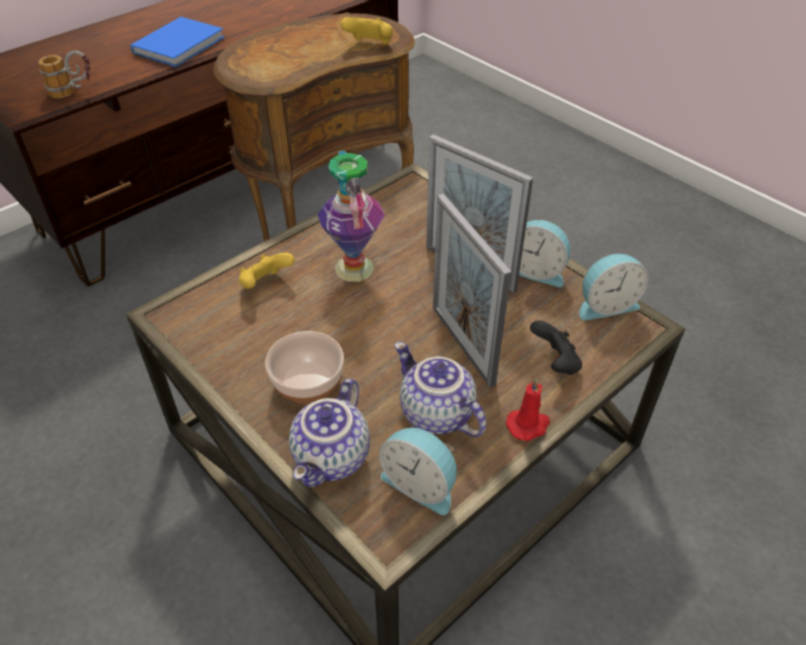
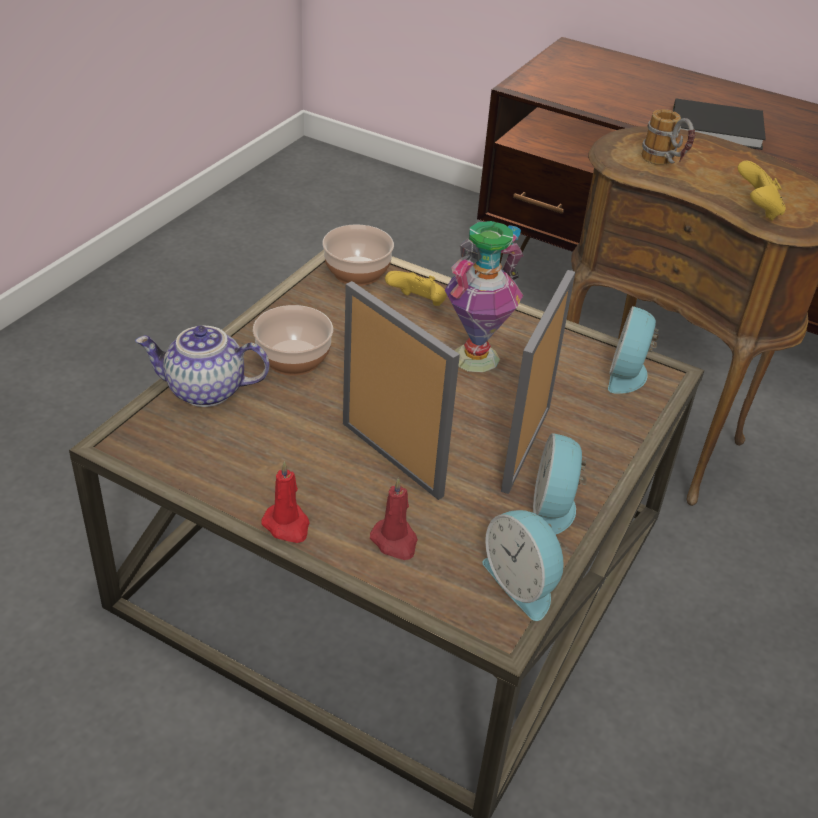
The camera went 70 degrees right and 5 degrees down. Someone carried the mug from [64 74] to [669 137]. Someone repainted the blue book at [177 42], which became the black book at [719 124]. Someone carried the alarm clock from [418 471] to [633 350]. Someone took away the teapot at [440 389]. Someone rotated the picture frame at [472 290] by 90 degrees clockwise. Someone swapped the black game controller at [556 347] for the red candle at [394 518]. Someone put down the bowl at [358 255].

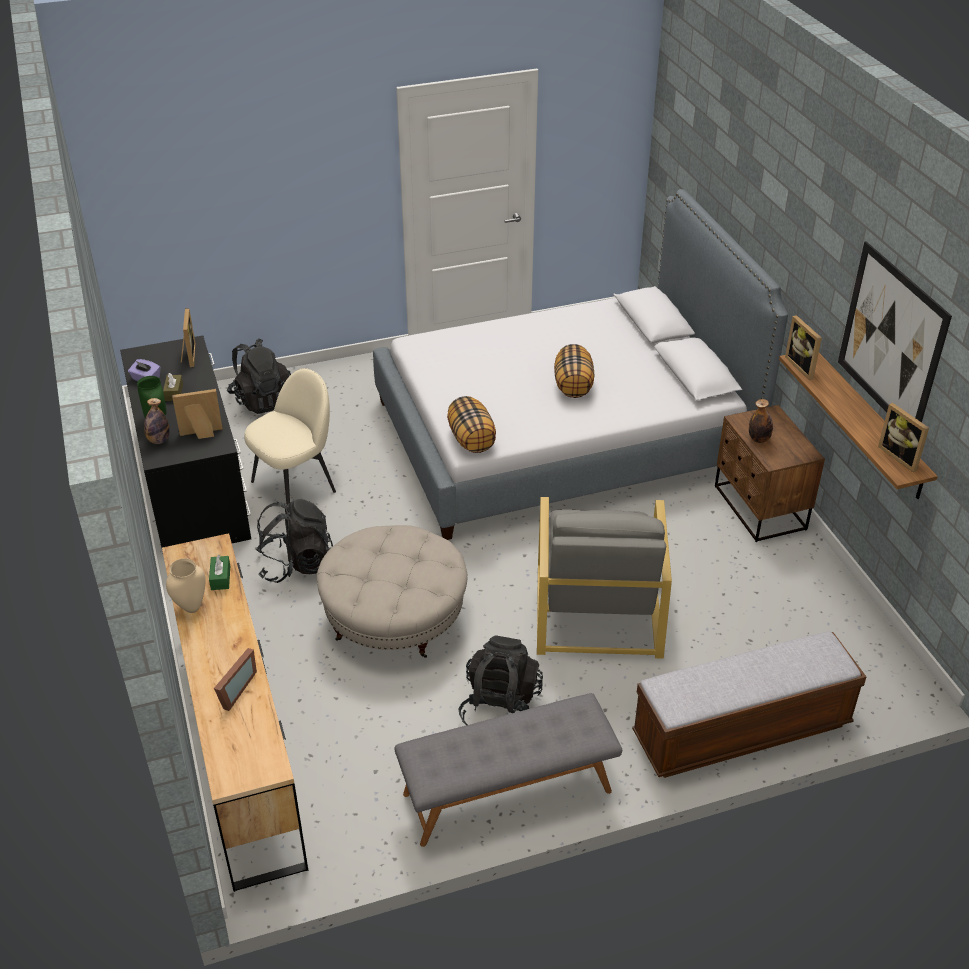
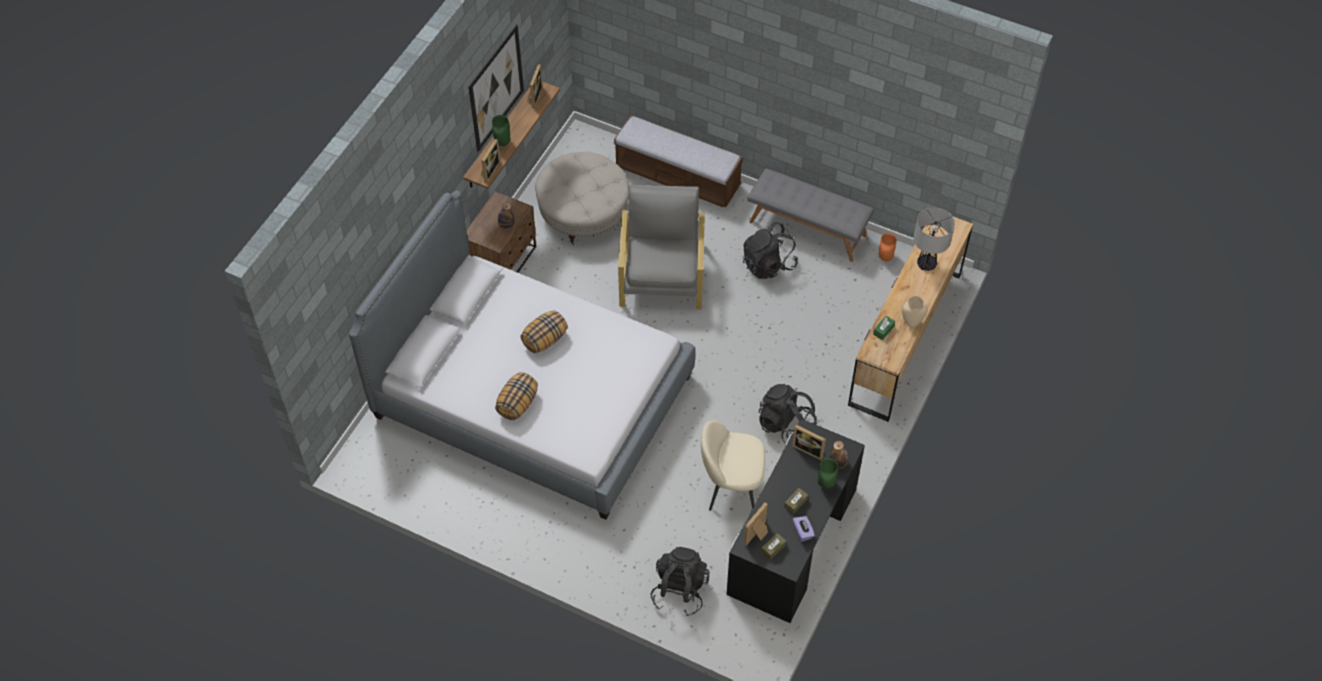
The camera went 135 degrees left and 15 degrees up. Someone swapped the picture frame at [235 679] for the table lamp at [934 239]. Someone carried the beige ottoman from [392 591] to [582 198]. Someone carried the pillow from [471 424] to [516 396]. Someone rotated the grey armchair at [604 578] by 45 degrees counterclockwise. Someone put down the green vase at [501 130]. Someone put down the brown tissue box at [773 546]. Someone put down the orange vase at [887 247].

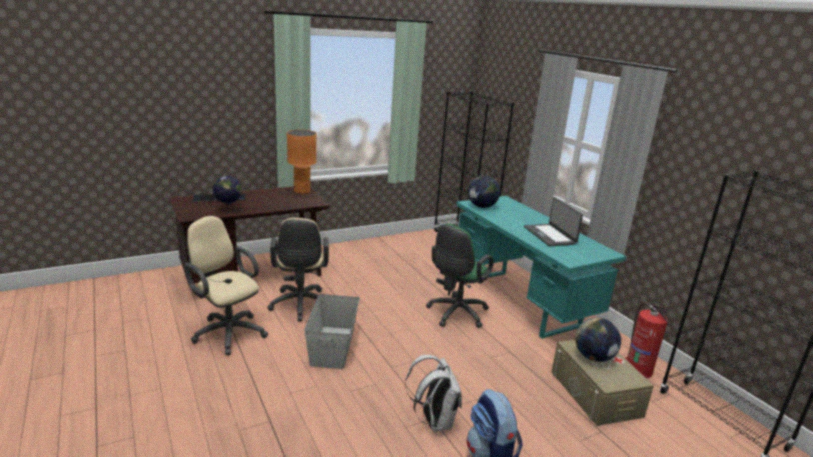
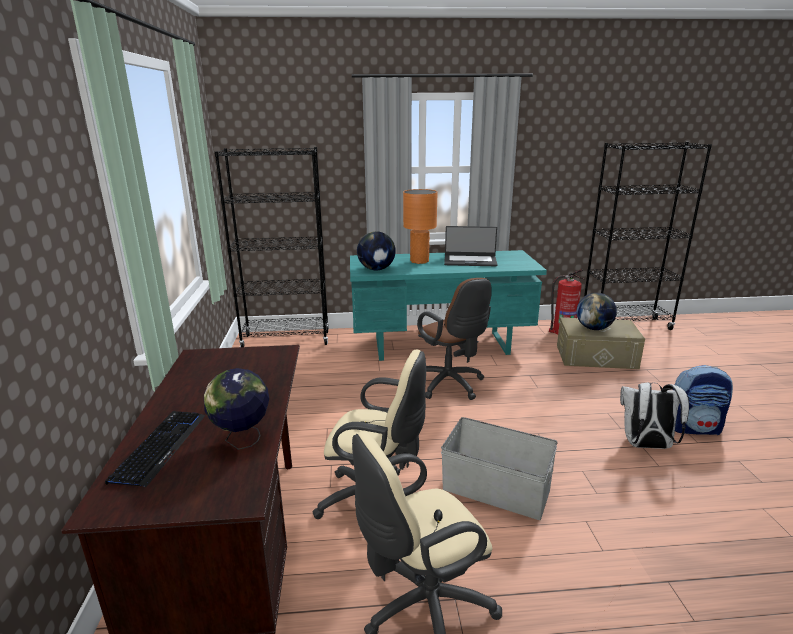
The camera went 65 degrees left and 0 degrees up. Someone carried the orange table lamp from [302 162] to [420 226]. Someone repainted the green office chair at [460 276], which became the brown office chair at [454 339].

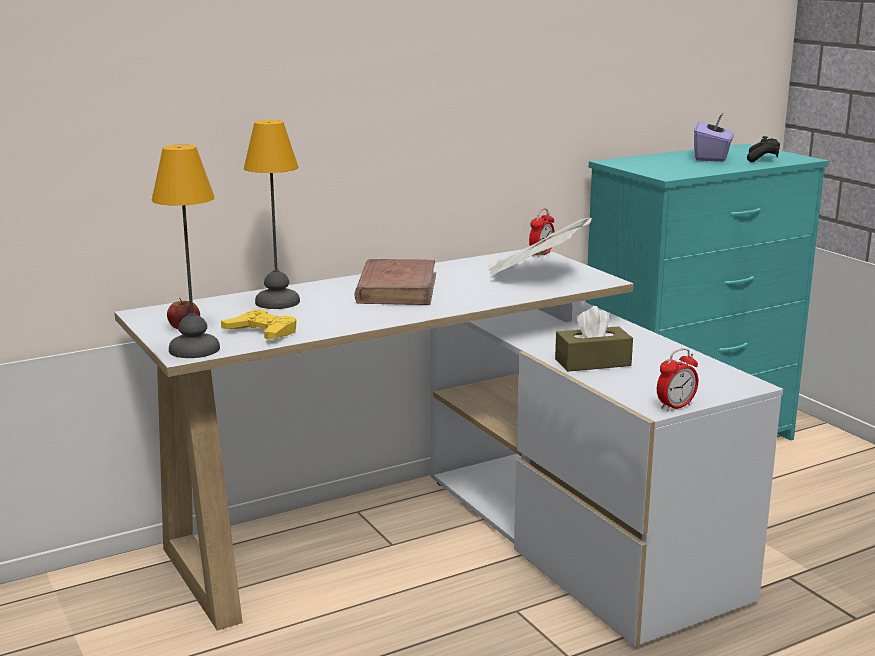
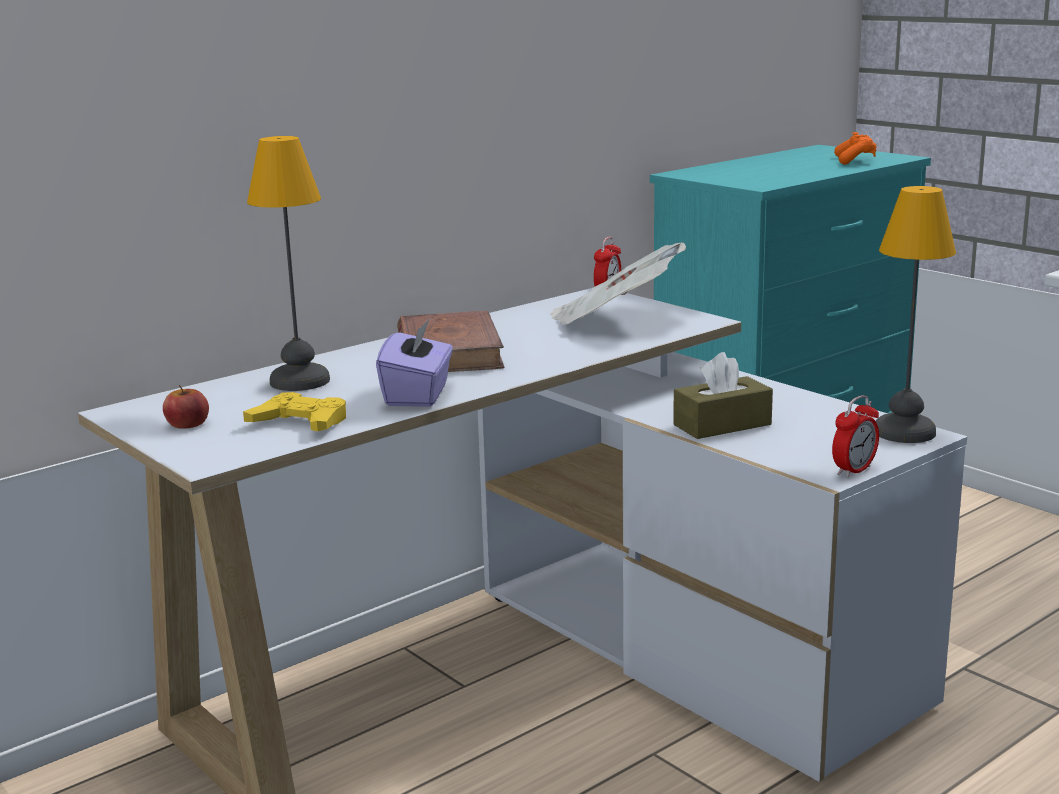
The camera went 10 degrees left and 0 degrees up. Someone carried the table lamp from [186 251] to [916 314]. Someone carried the purple tissue box from [714 137] to [414 362]. Someone repainted the black game controller at [763 149], which became the orange game controller at [855 148].

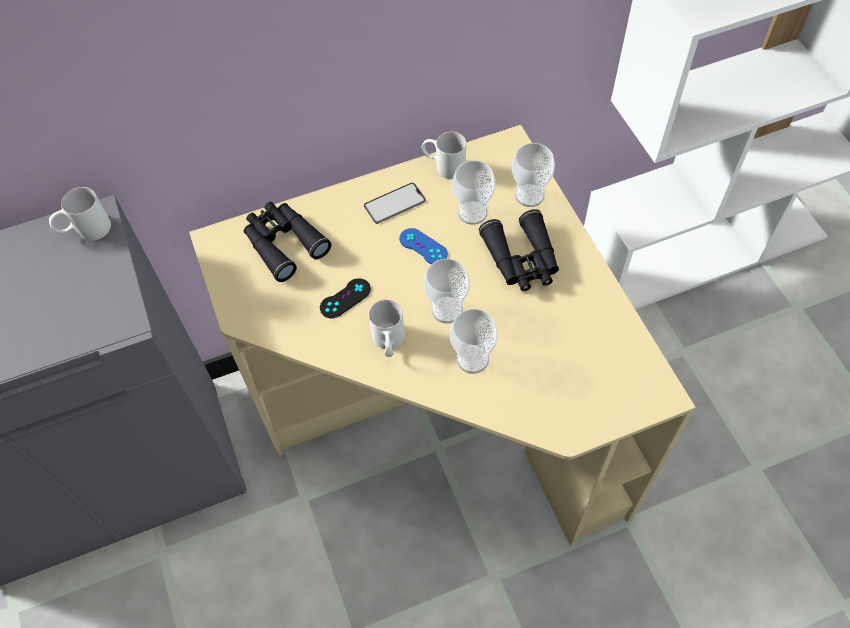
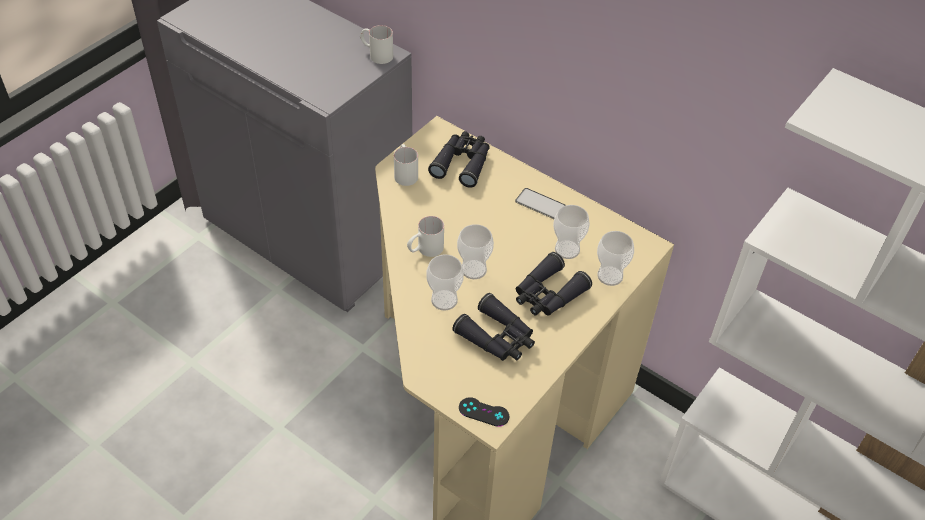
The camera went 55 degrees right and 10 degrees down. Someone carried the black game controller from [345 298] to [484 412]. Someone took away the blue game controller at [423 246]. Someone carried the white mug from [443 155] to [406 165]. Someone put down the black binoculars at [493 327].

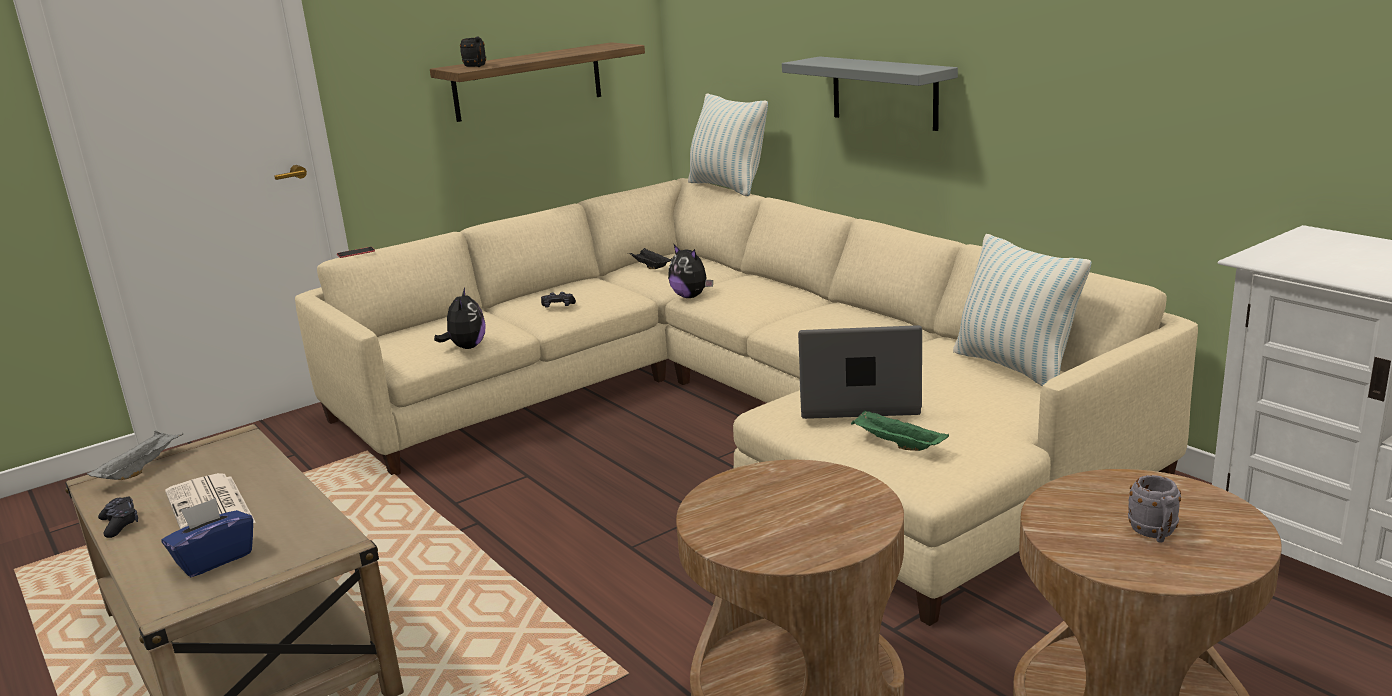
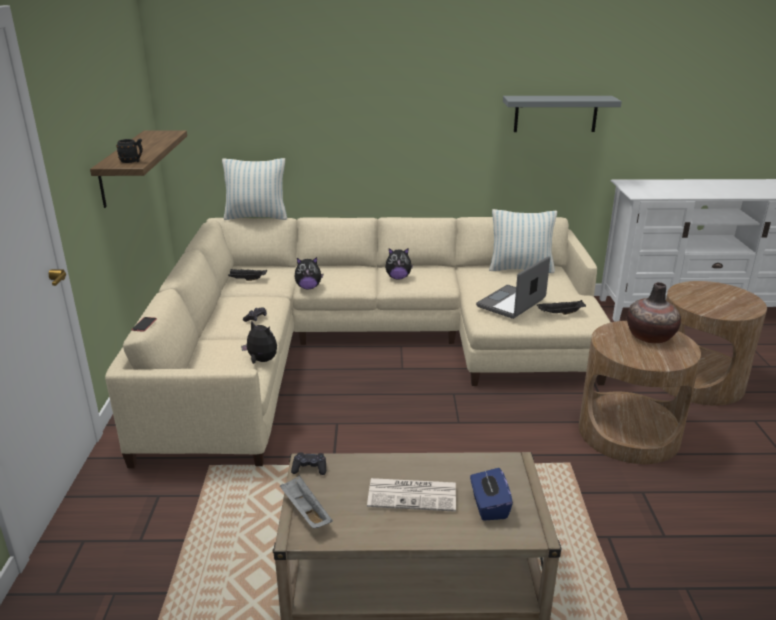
The camera went 55 degrees left and 5 degrees up. Someone carried the black game controller from [118 517] to [308 463]. Someone carried the grey shelf from [870 93] to [562 114]. Someone repainted the green tray at [900 430], which became the black tray at [561 307]. Someone took away the grey mug at [1154 509]. Someone put down the plush toy at [399 264]. Someone put down the vase at [654 312].

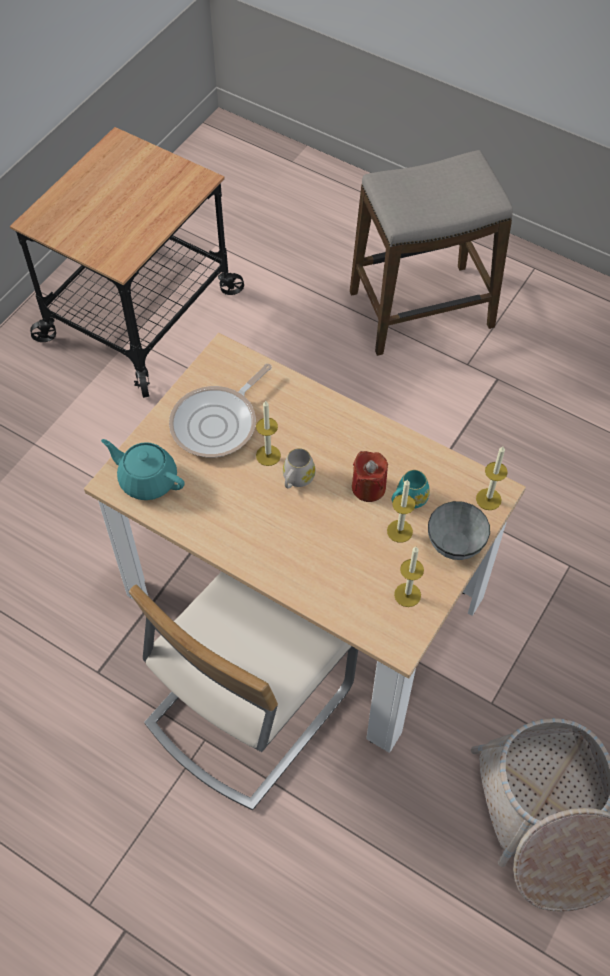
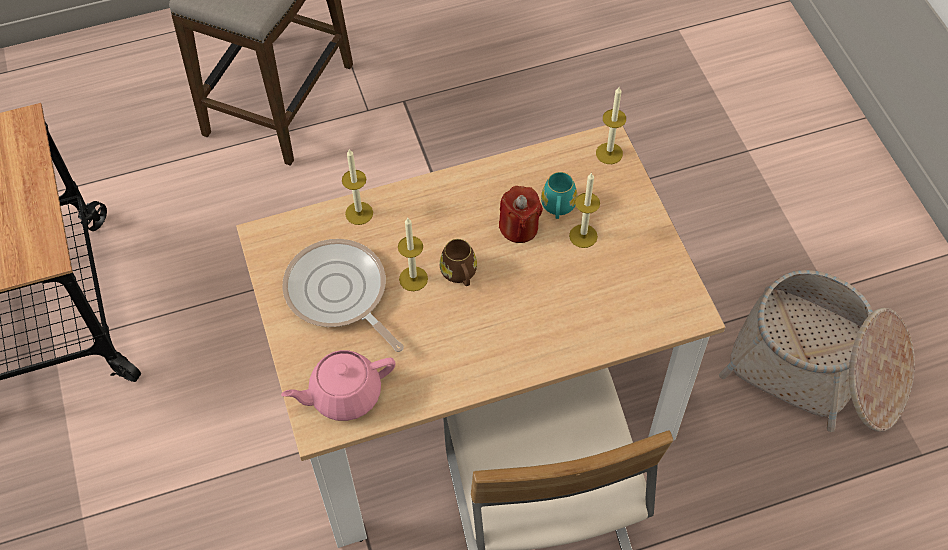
The camera went 50 degrees left and 0 degrees up. Someone repainted the turquoise teapot at [143 469], which became the pink teapot at [338 385]. Someone rotated the frying pan at [220 411] by 150 degrees clockwise. Someone repainted the white mug at [299 468], which became the brown mug at [458 262]. Someone carried the candle from [409 577] to [357 187]. Someone took away the grey bowl at [459 530].

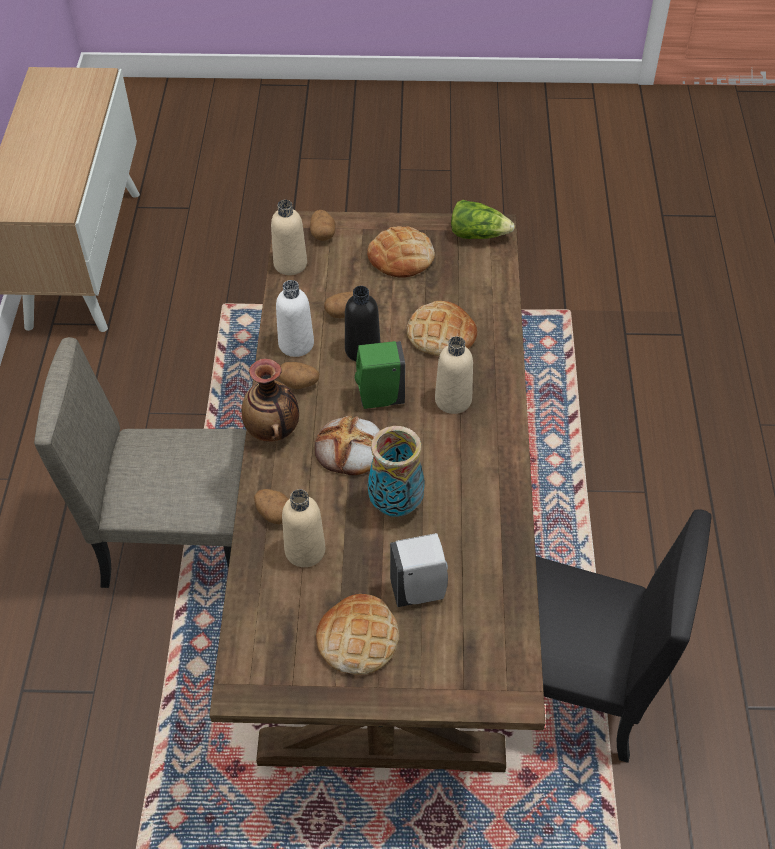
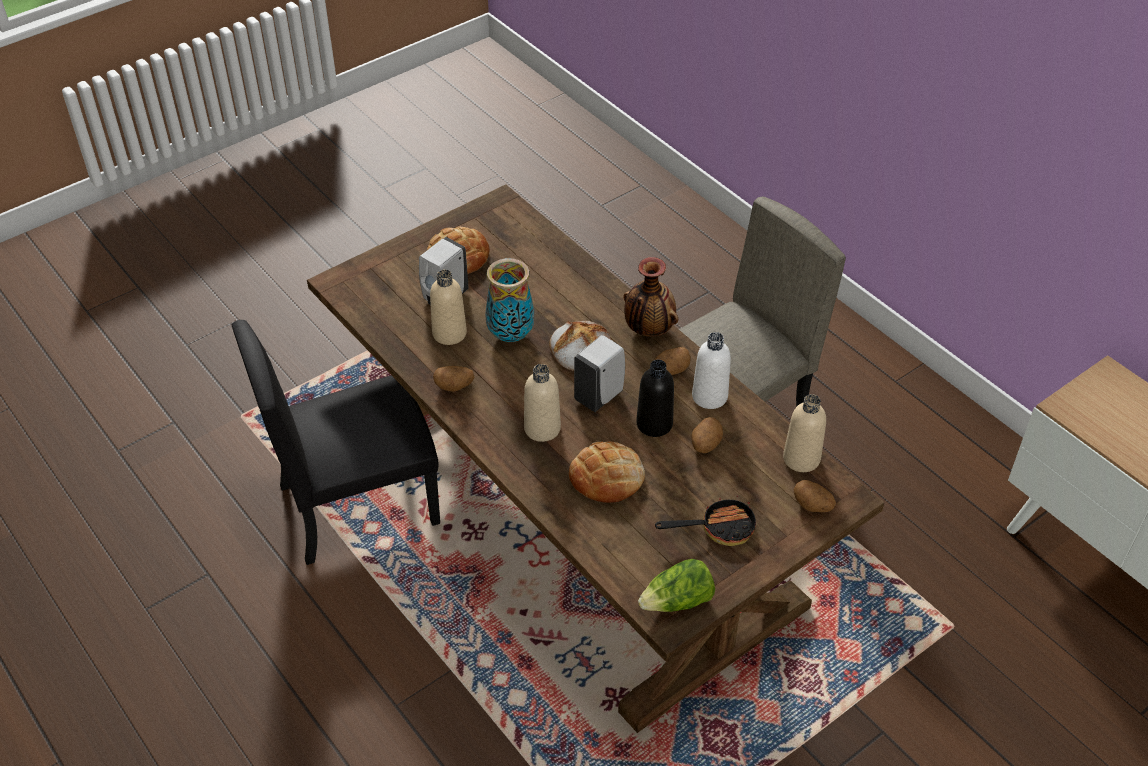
The camera went 140 degrees right and 5 degrees down. Someone carried the potato from [271 506] to [453 378]. Someone carried the beige bottle from [303 528] to [448 307]. Someone repainted the green soap dispenser at [380 375], which became the white soap dispenser at [599 373]. Someone swapped the bread at [401 252] for the frying pan at [705 521].

